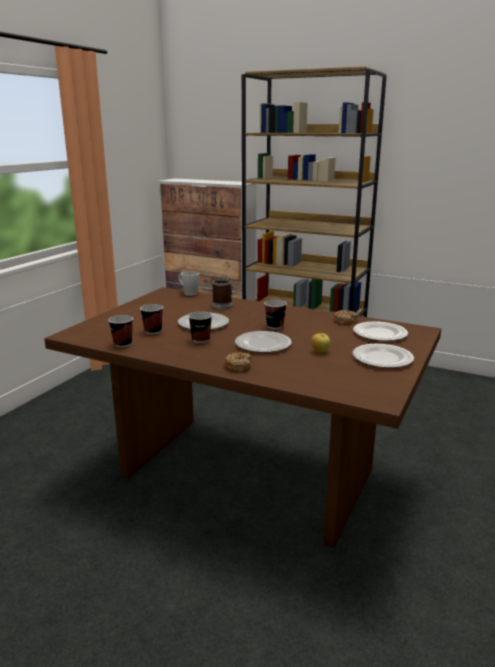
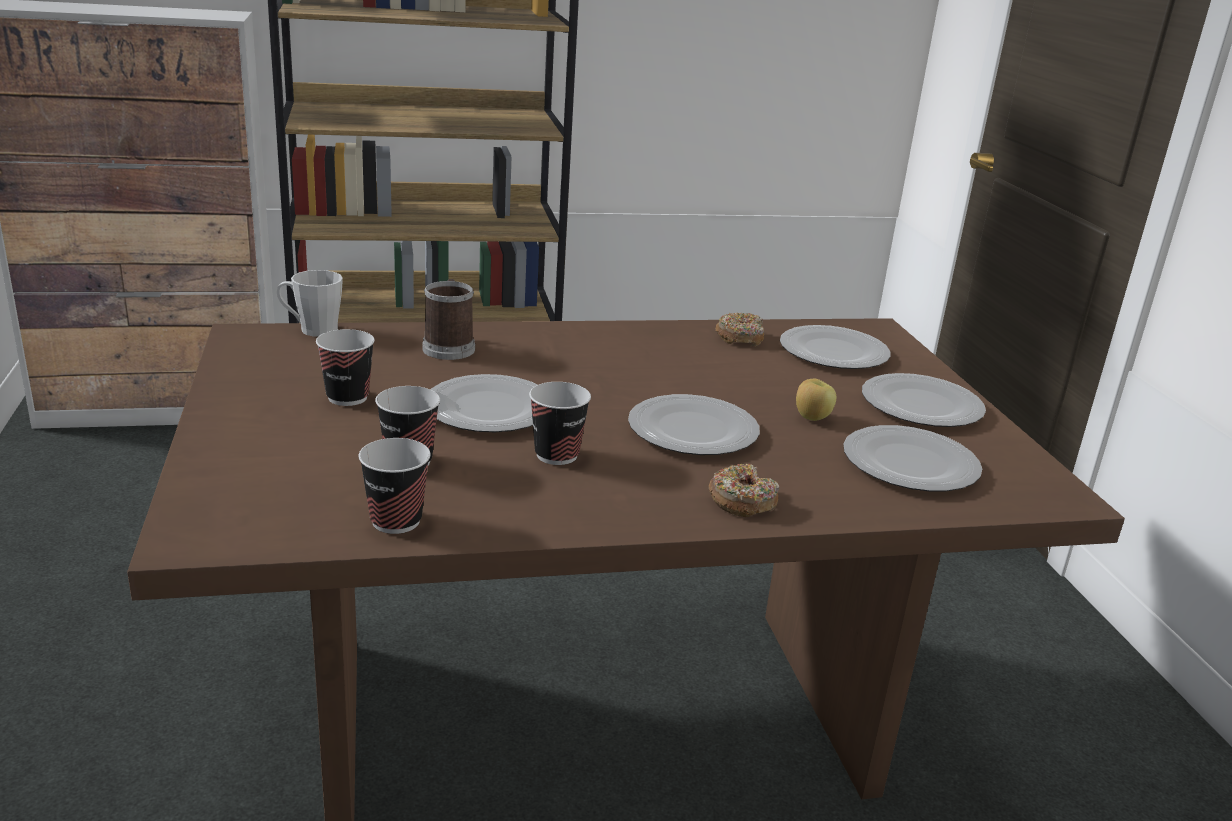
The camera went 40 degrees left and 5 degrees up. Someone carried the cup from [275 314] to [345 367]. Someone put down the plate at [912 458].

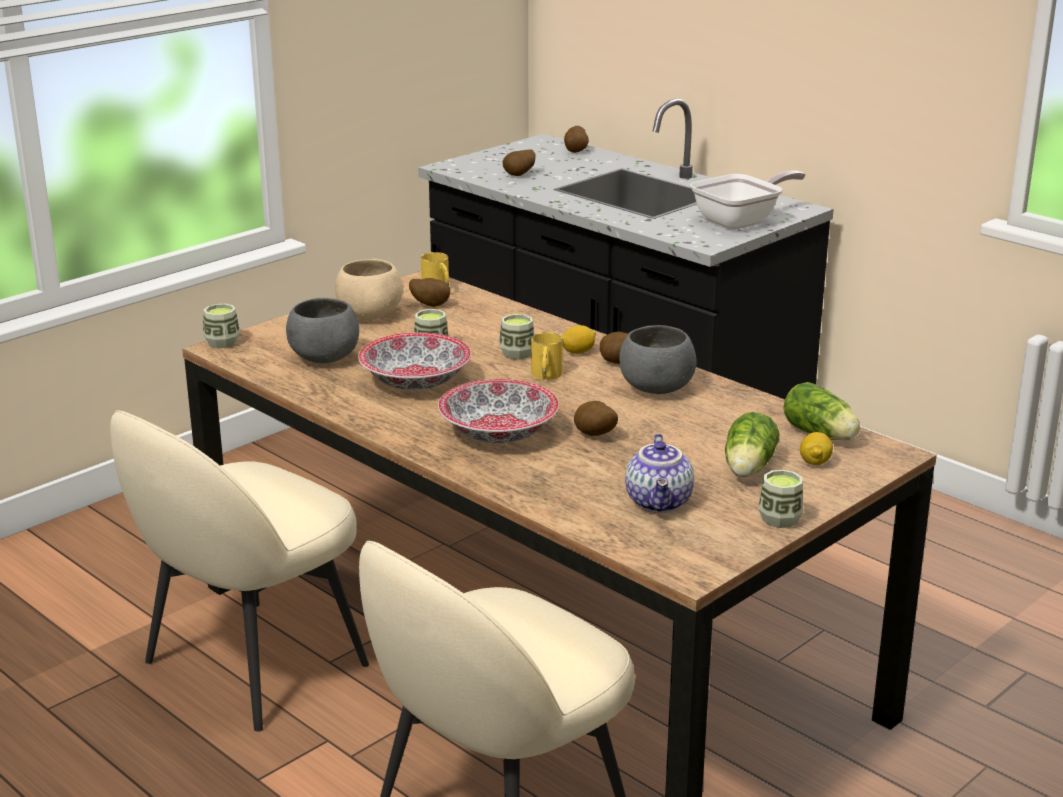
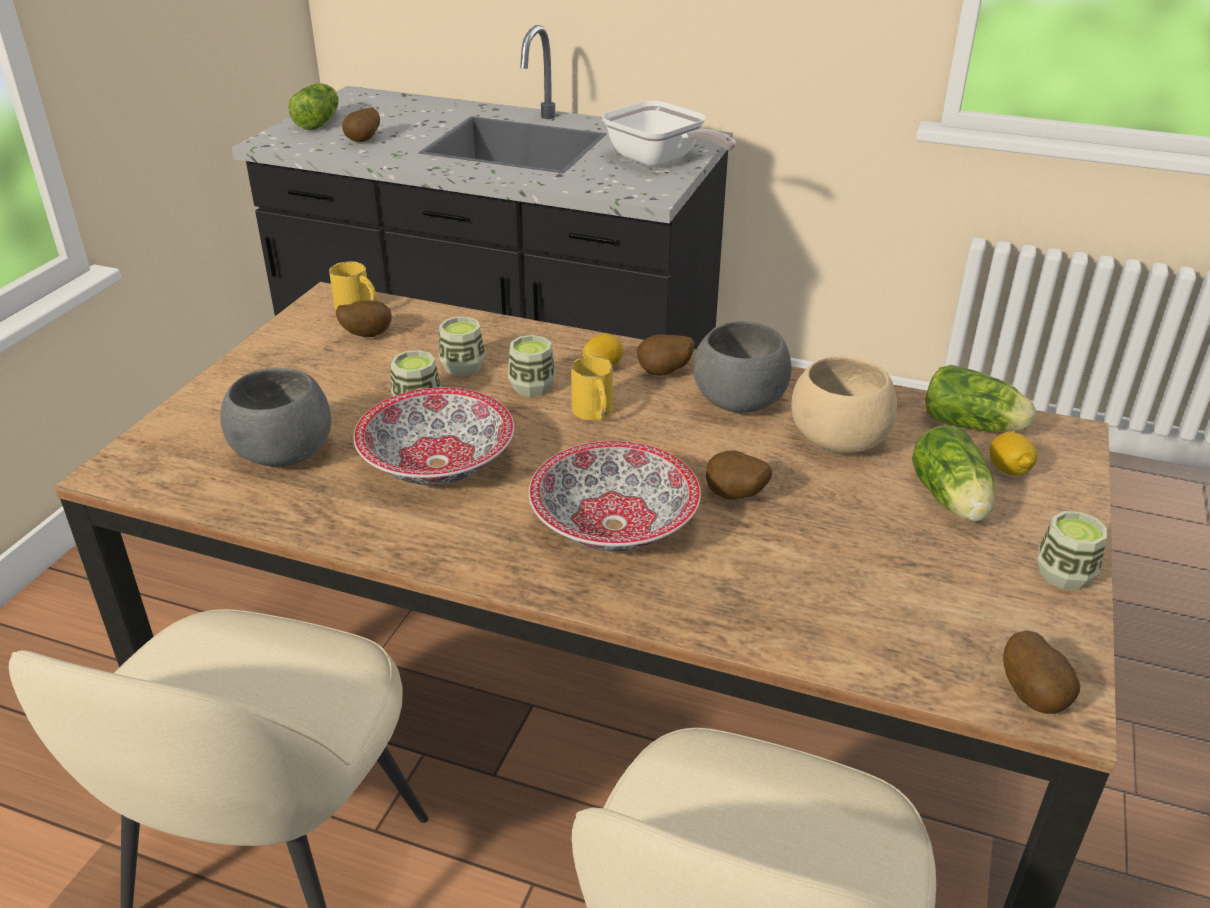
The camera went 25 degrees left and 10 degrees up. Someone carried the cup from [221 326] to [462 346]. Someone carried the beige bowl from [369 289] to [844 404]. Someone carried the potato from [576 139] to [1041 672]. Someone took away the teapot at [659 473]. Someone rotated the frying pan at [748 200] by 105 degrees clockwise. Someone put down the lettuce at [313 106].

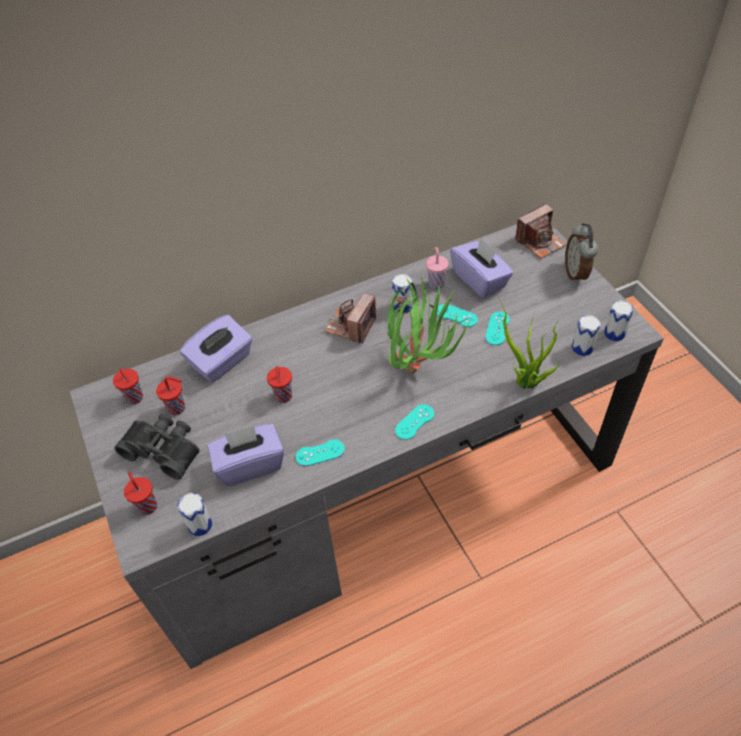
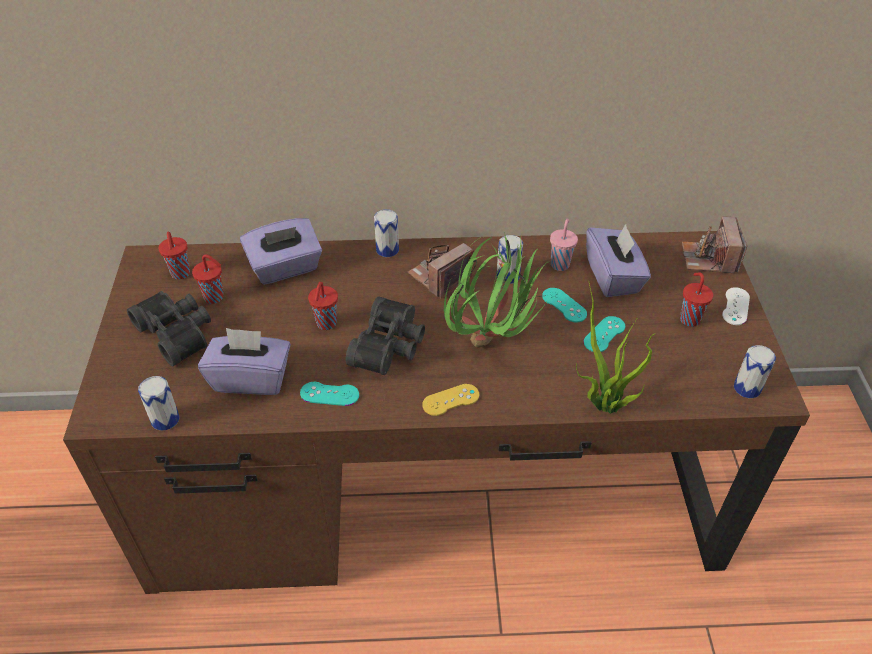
The camera went 20 degrees right and 5 degrees down. Someone repainted the grey desk at [367 446], which became the brown desk at [436 412]. Someone carried the red cup from [140 493] to [696 299]. Someone repainted the turquoise game controller at [414 422], which became the yellow game controller at [450 400]. Someone rotated the photo camera at [541 231] by 105 degrees clockwise. Someone swapped the alarm clock at [581 253] for the white game controller at [736 306]. Someone carried the can from [586 335] to [386 233]. Someone put down the black binoculars at [385 335].

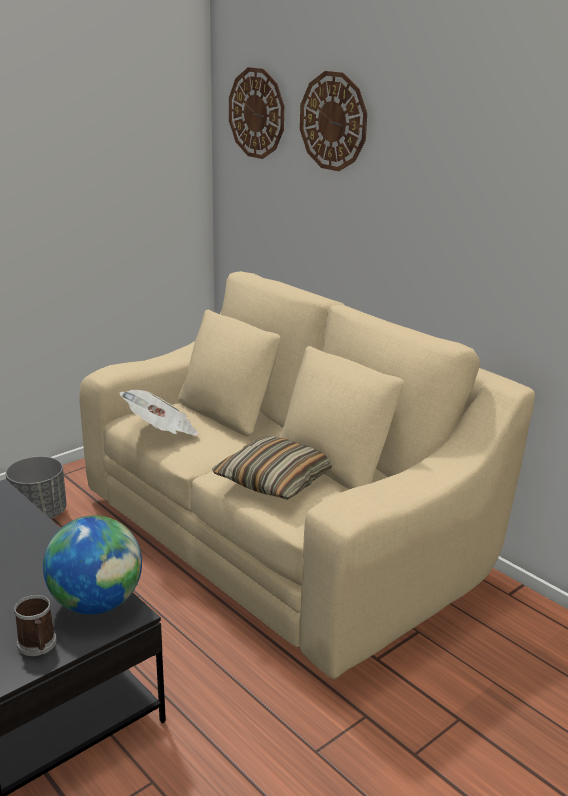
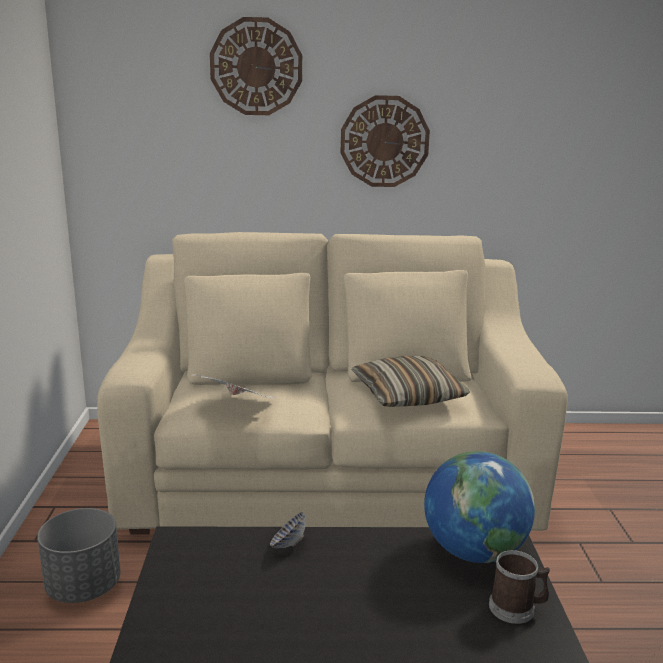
The camera went 50 degrees left and 5 degrees down. Someone carried the wall clock from [256 113] to [385 141]. Someone put down the bowl at [288 530].

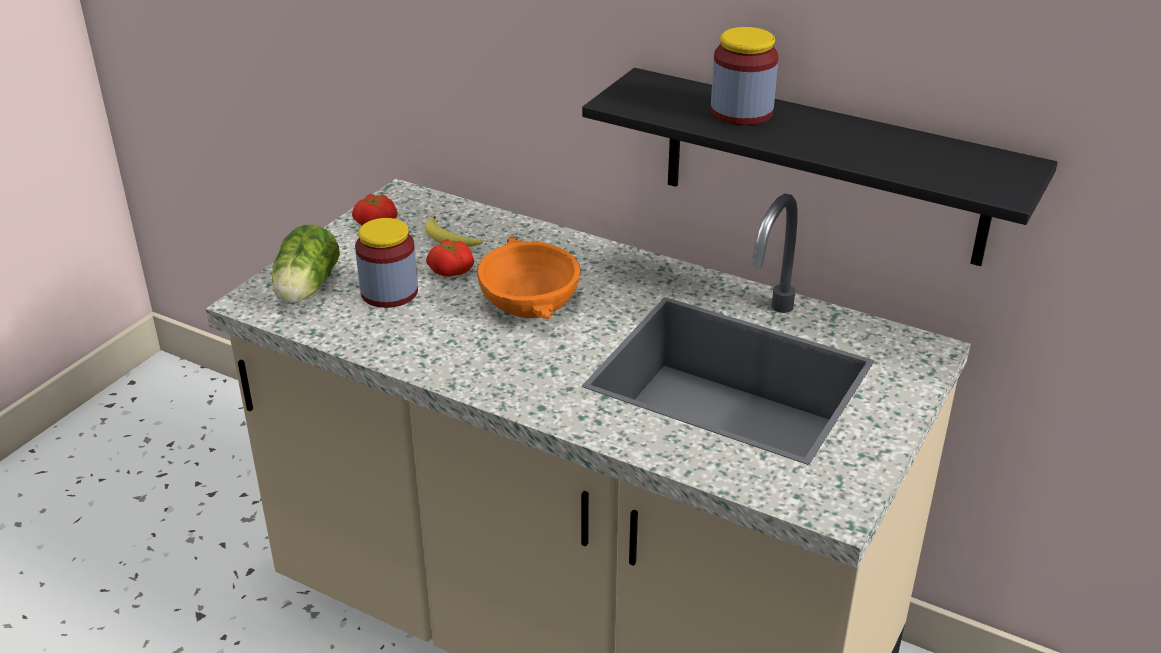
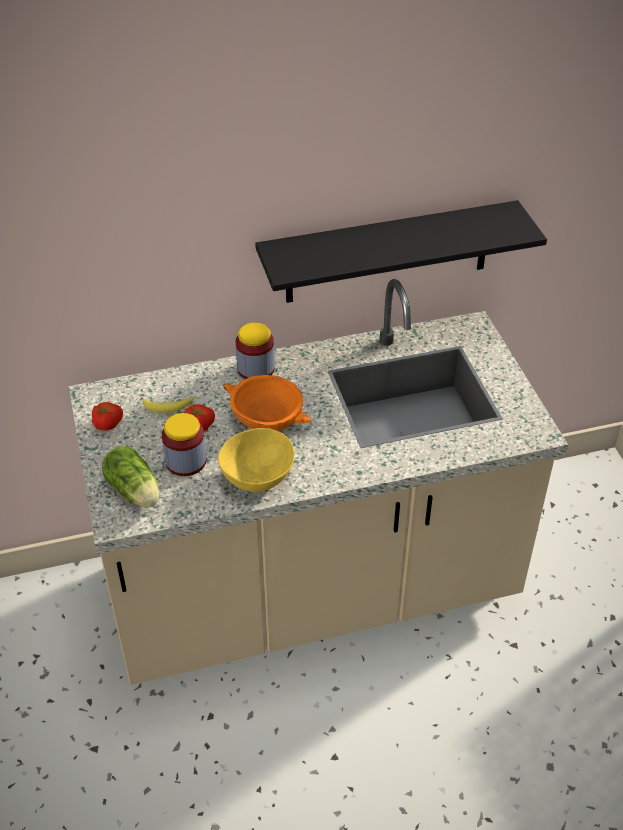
The camera went 45 degrees left and 10 degrees up. Someone carried the jar from [745 76] to [255 351]. Someone put down the yellow bowl at [256 460].

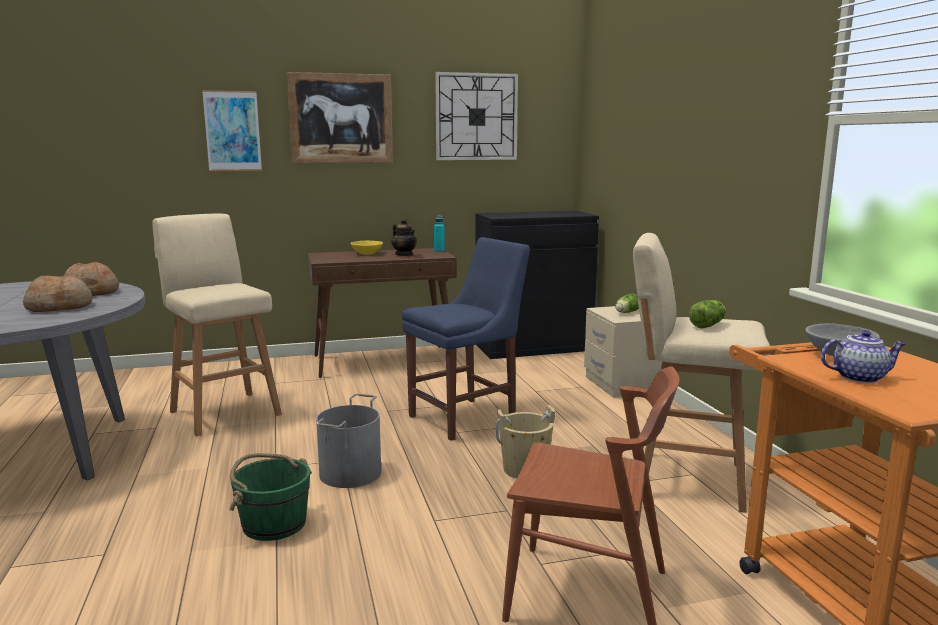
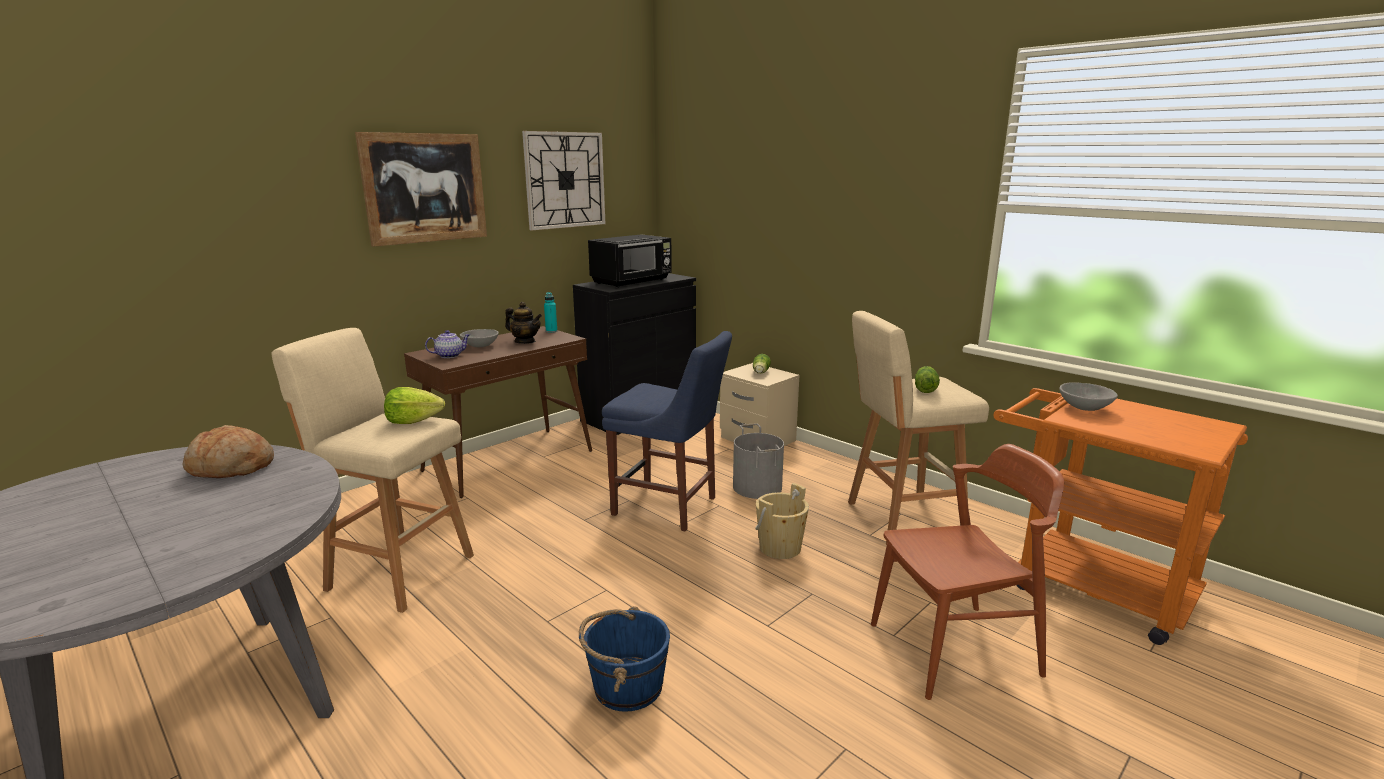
The camera went 30 degrees left and 5 degrees up. Someone took away the bread at [58 293]. Someone took away the picture at [232 130]. Someone repainted the green bucket at [271 497], which became the blue bucket at [624 659]. Someone carried the grey bucket from [348 441] to [758 461]. Someone repainted the yellow bowl at [366 248], which became the grey bowl at [479 338]. Someone rotated the blue chair at [466 339] by 90 degrees clockwise. Someone carried the teapot from [863 356] to [447 344]. Someone put down the lettuce at [414 405]. Someone put down the black microwave at [630 261].

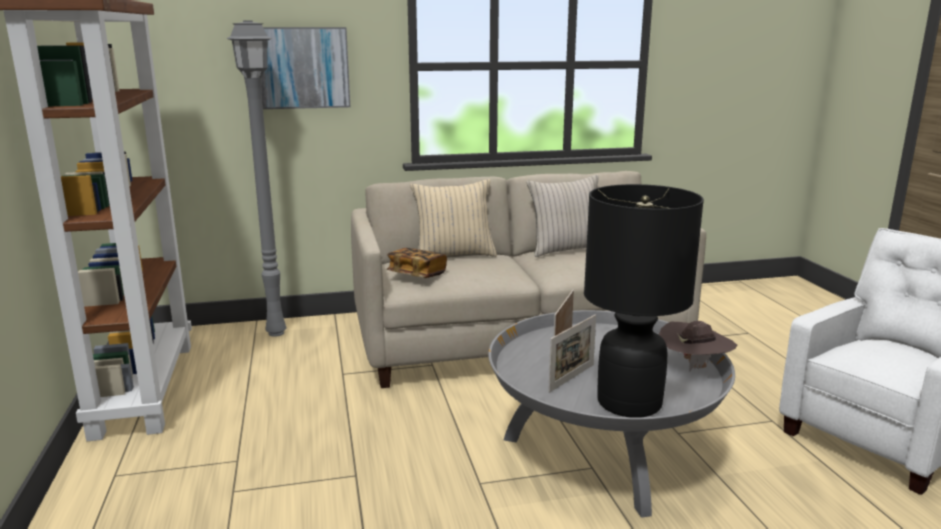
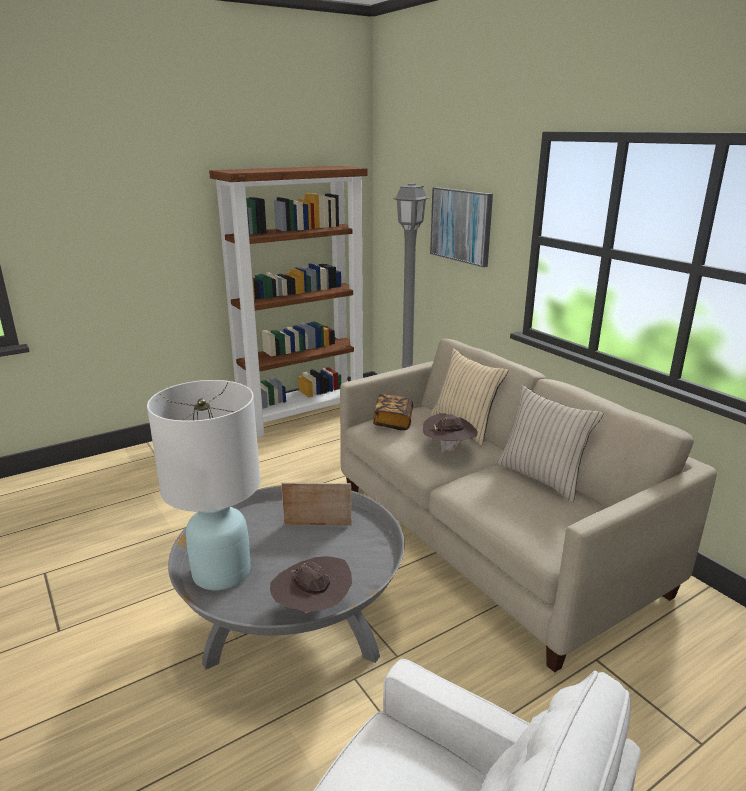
The camera went 70 degrees right and 5 degrees up. Someone took away the picture frame at [572 353]. Someone repainted the black table lamp at [644 301], which became the white table lamp at [203 485]. Someone put down the brown hat at [450 432].

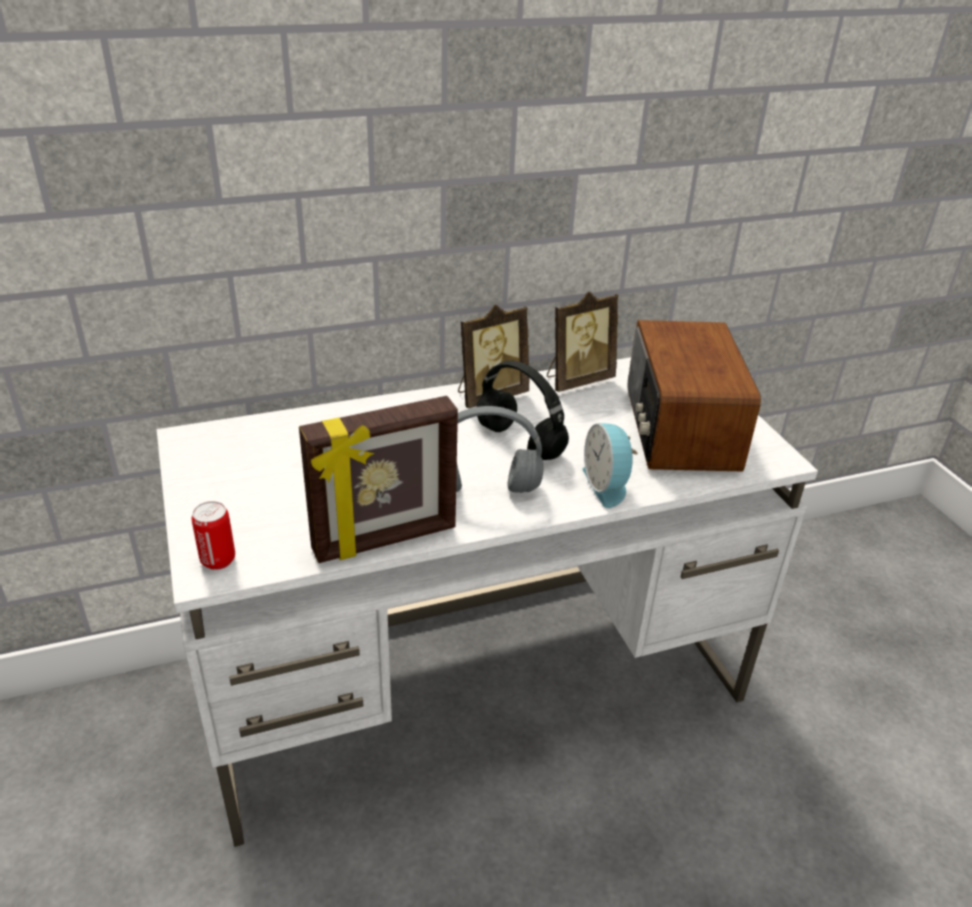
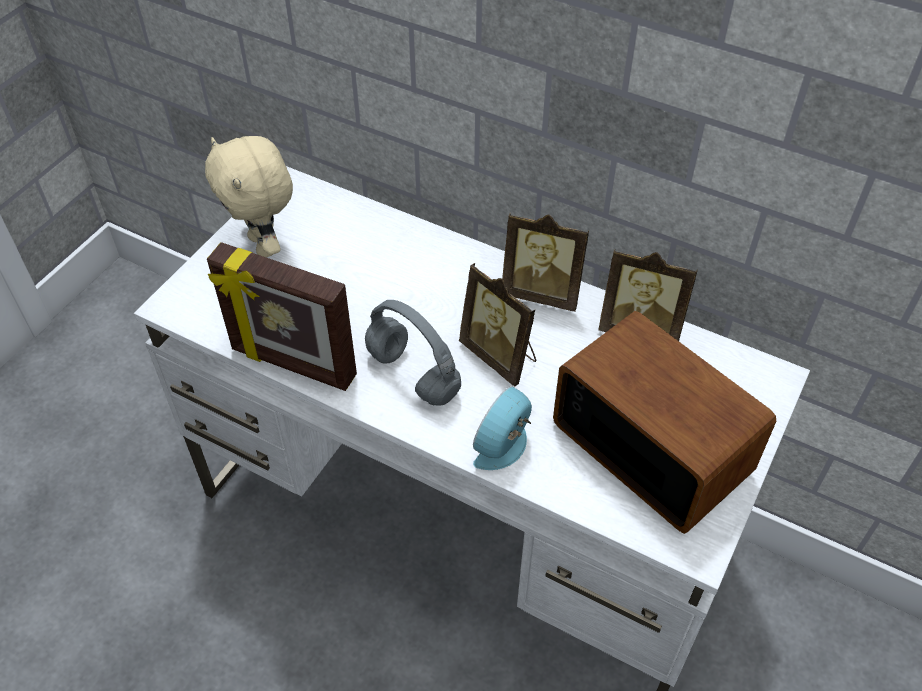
The camera went 50 degrees right and 15 degrees up. Someone took away the can at [213 535]. Someone swapped the black headphones at [522 410] for the picture frame at [498 325]. Someone rotated the radio at [694 396] by 90 degrees clockwise. Someone put down the beige plush toy at [249 196].

